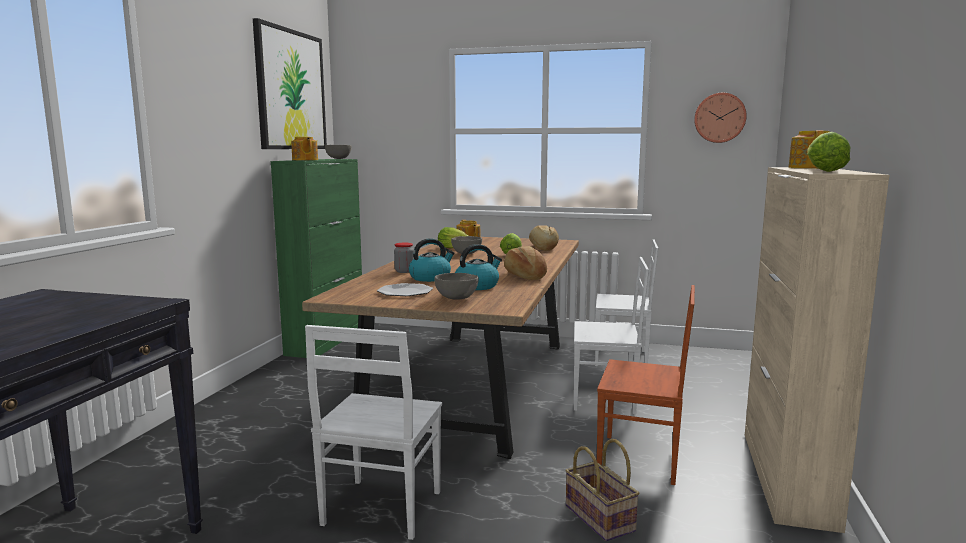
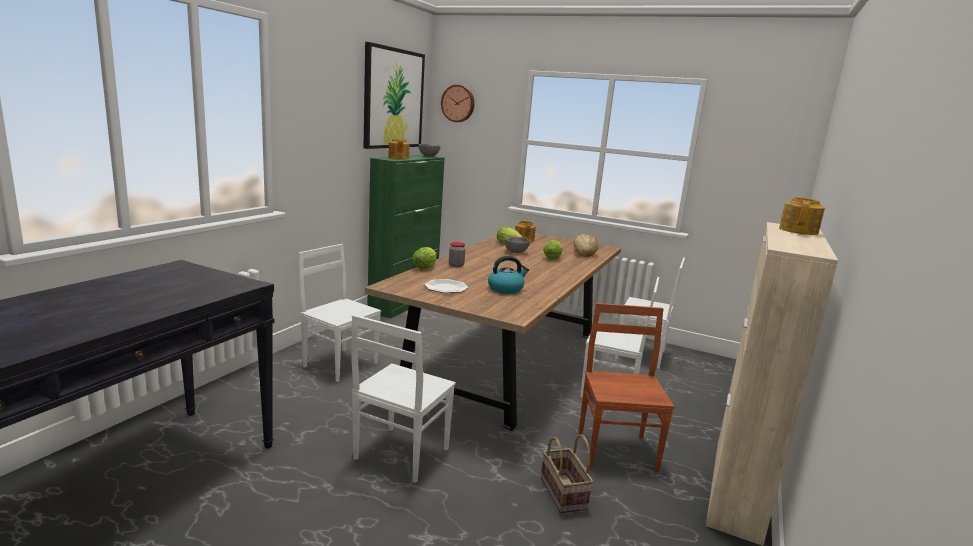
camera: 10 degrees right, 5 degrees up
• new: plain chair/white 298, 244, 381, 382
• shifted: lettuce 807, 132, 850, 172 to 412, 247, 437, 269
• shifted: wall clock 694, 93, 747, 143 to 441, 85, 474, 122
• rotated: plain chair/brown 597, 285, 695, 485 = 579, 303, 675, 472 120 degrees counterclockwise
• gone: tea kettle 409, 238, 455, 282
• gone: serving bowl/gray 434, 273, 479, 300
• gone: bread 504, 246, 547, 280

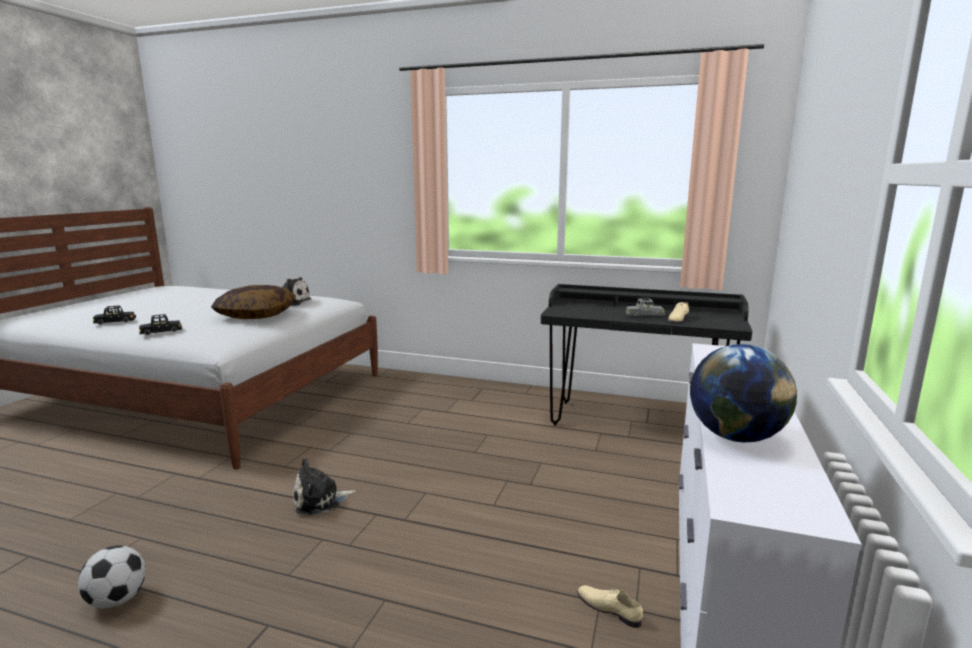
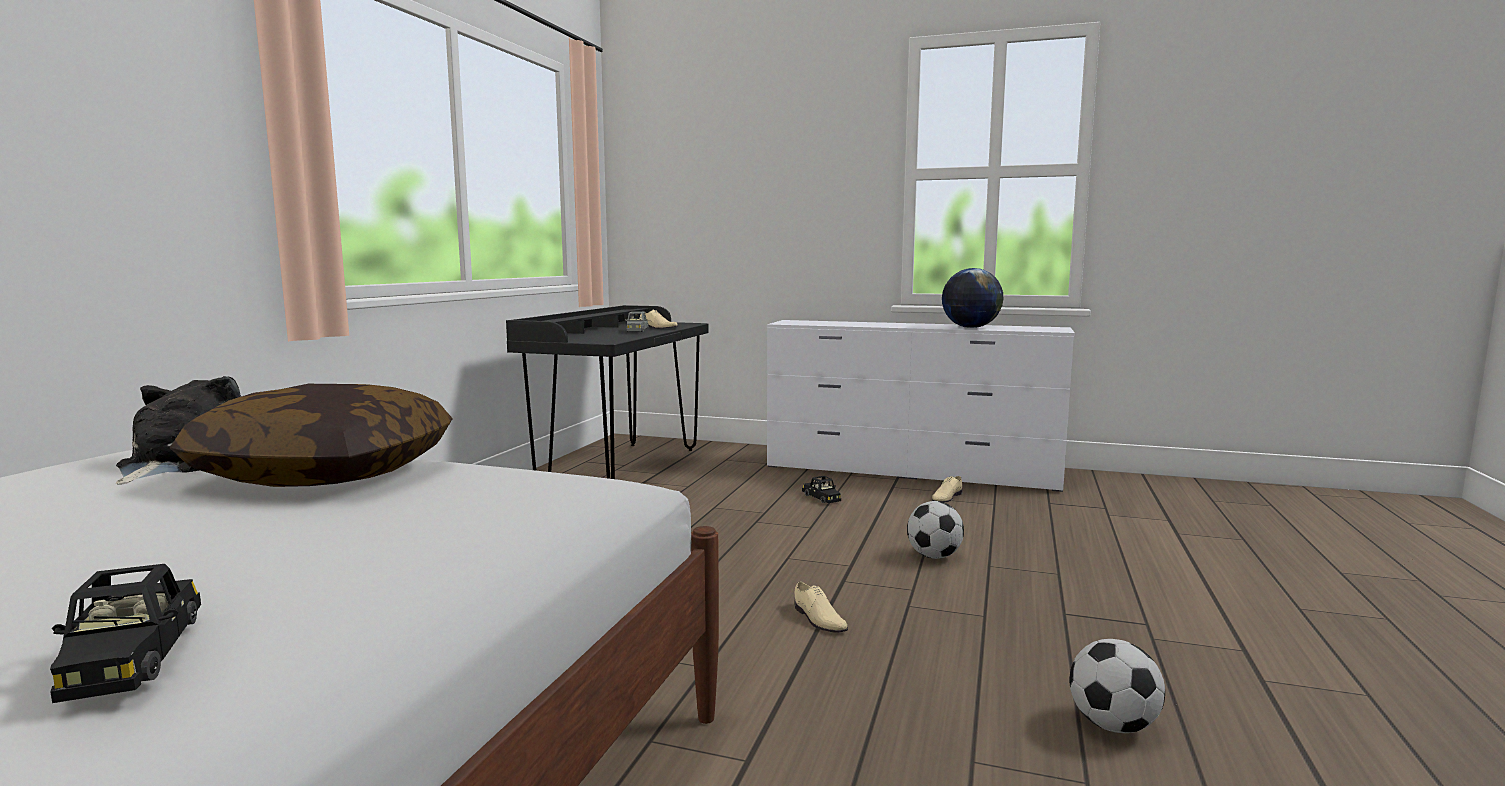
camera: 90 degrees left, 5 degrees down
• swapped: soft toy 293, 458, 356, 516 to low shoe/sand-coloured 795, 582, 848, 633
• shifted: miniature car/black 139, 314, 182, 335 to 802, 476, 841, 503
• new: football 907, 501, 964, 559

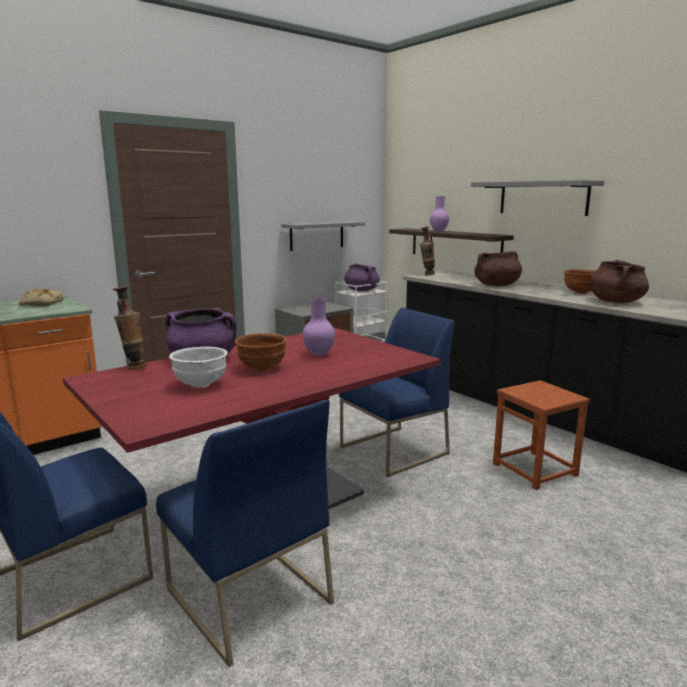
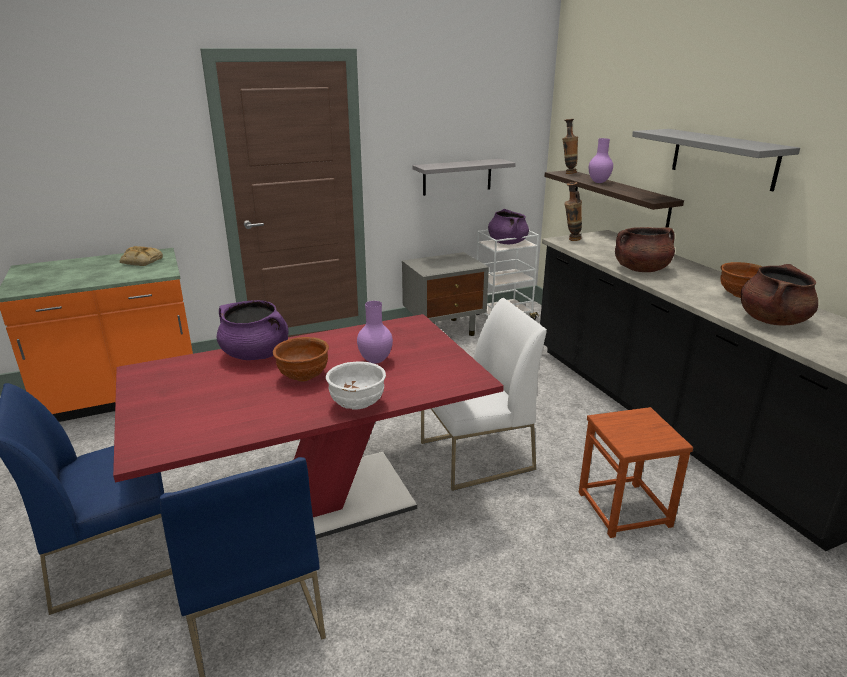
camera: 15 degrees right, 10 degrees up
• shifted: serving bowl/white 169, 347, 228, 388 to 326, 362, 386, 410
• repainted: plain chair/bluish 339, 308, 455, 477 to plain chair/white 421, 298, 547, 491
• shifted: vase 113, 287, 147, 370 to 562, 119, 578, 174

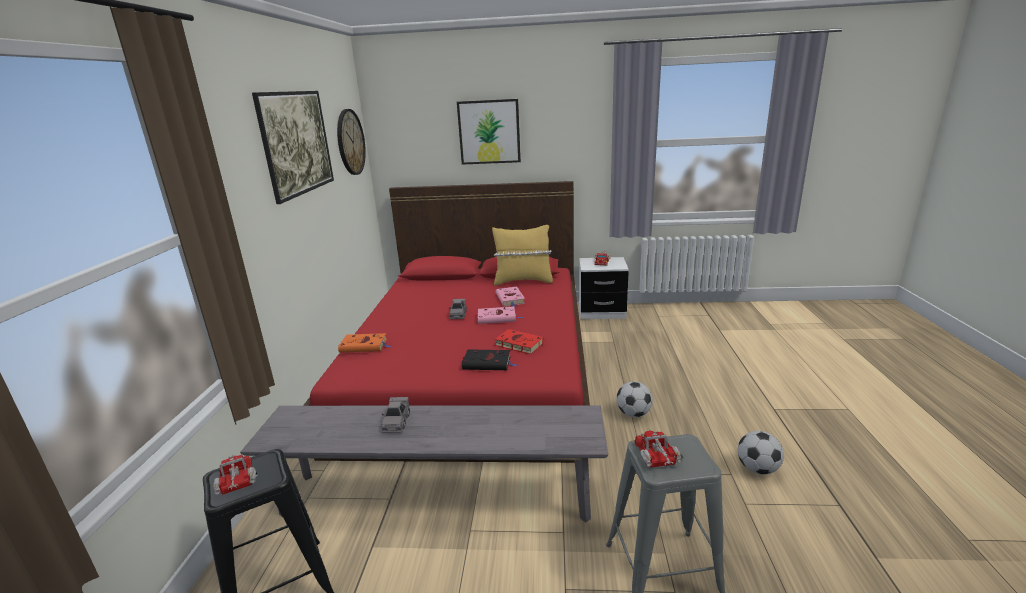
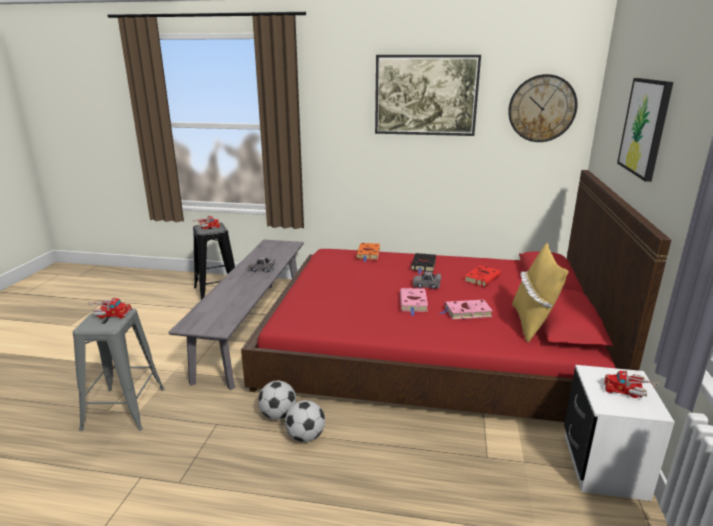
camera: 95 degrees right, 0 degrees up
• shifted: football 738, 431, 784, 475 to 258, 381, 296, 419
• shifted: book/black 462, 350, 518, 370 to 411, 253, 436, 274
• shifted: book/reddish 495, 329, 544, 354 to 464, 265, 501, 287

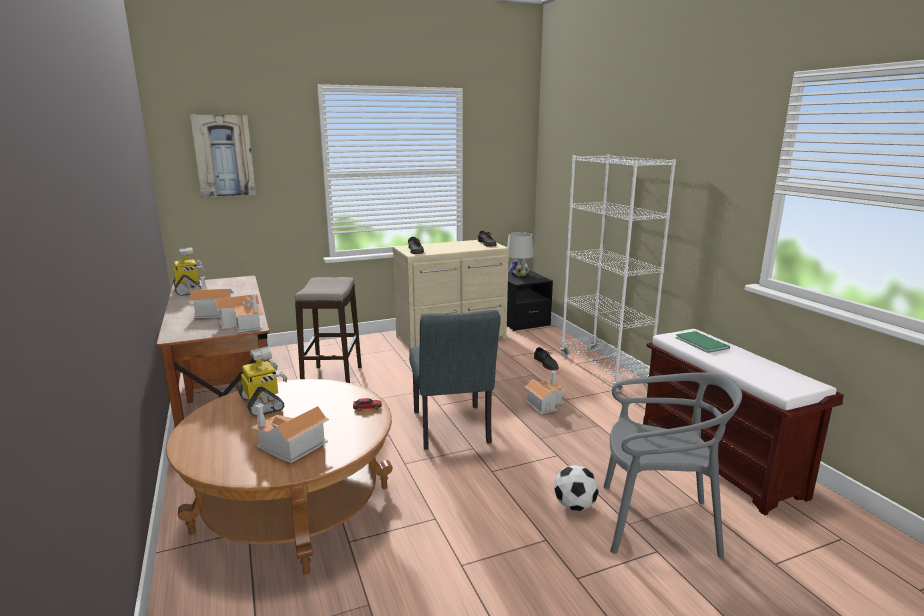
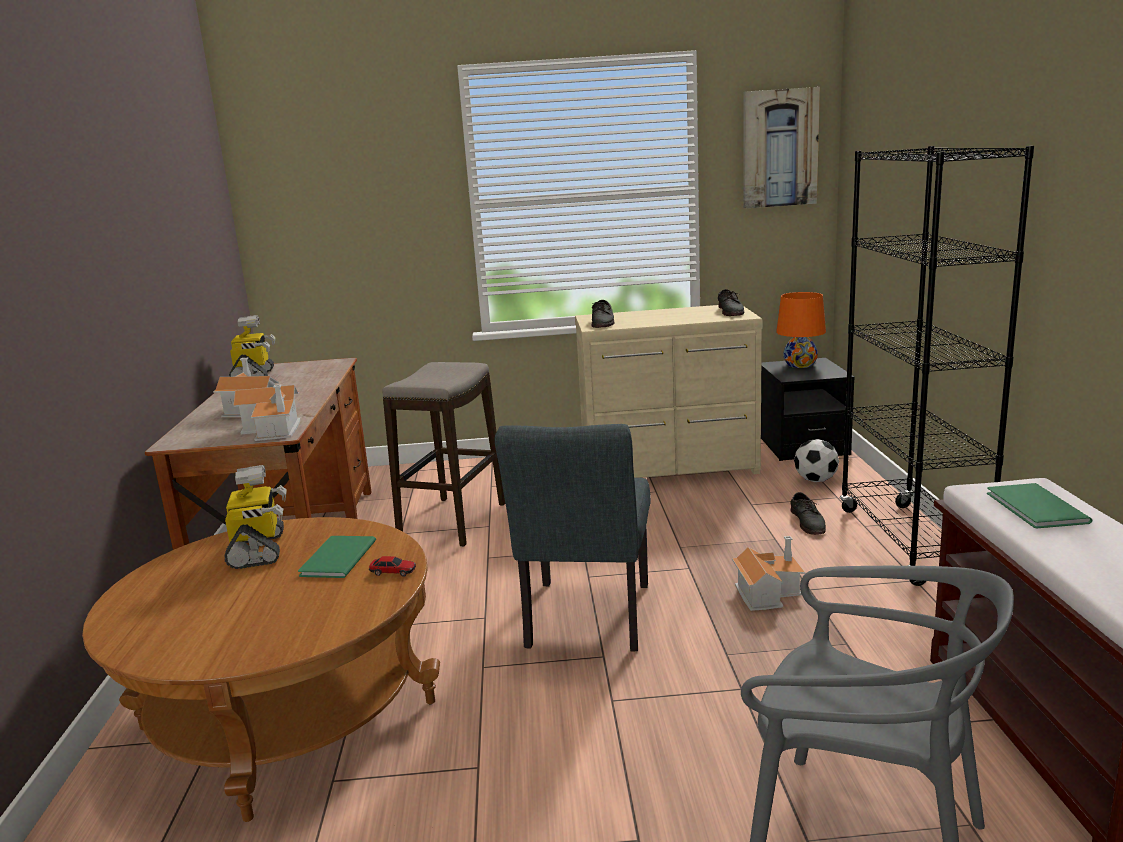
camera: 20 degrees right, 0 degrees up
• new: book/greenish 298, 536, 376, 578
• shifted: wall art 190, 115, 256, 197 to 743, 87, 820, 209
• repainted: lamp for a table/white 507, 232, 534, 277 to lamp for a table/orangey 776, 292, 826, 368
• shifted: football 554, 465, 599, 511 to 794, 439, 839, 482
• repainted: bookshelf/white 560, 155, 676, 392 to bookshelf/black 840, 146, 1034, 586
• gone: toy house 251, 404, 329, 463

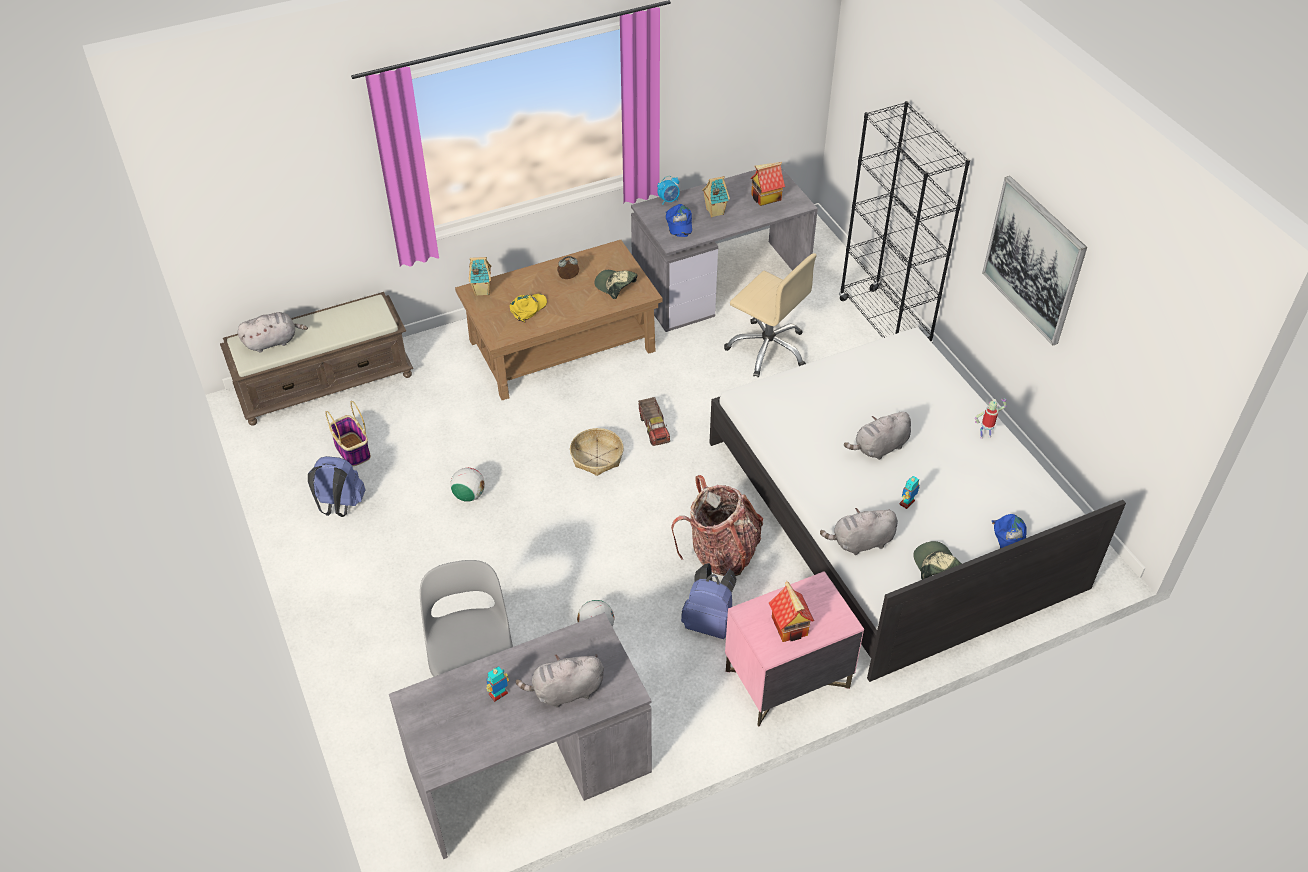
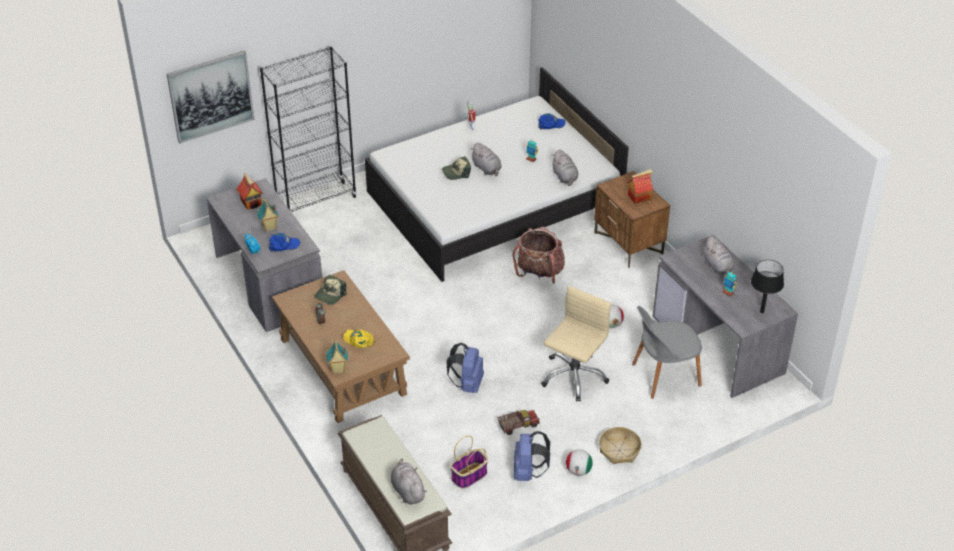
camera: 95 degrees left, 5 degrees down
• shifted: wall art 982, 176, 1087, 345 to 167, 51, 255, 143
• shifted: cap 913, 541, 962, 580 to 442, 156, 471, 180
• shifted: backpack/bluish 681, 563, 736, 639 to 447, 343, 484, 393
• shifted: toy truck 638, 397, 670, 446 to 498, 410, 540, 435
• shifted: computer chair/sand-coloured 724, 253, 817, 378 to 541, 286, 611, 402
• shifted: football 451, 468, 485, 502 to 566, 449, 593, 476
• repainted: night table/pink 725, 571, 864, 727 to night table/brown 594, 171, 670, 268
• shifted: basket 570, 428, 624, 476 to 599, 427, 642, 464
• new: lamp for a table/black 751, 260, 784, 313

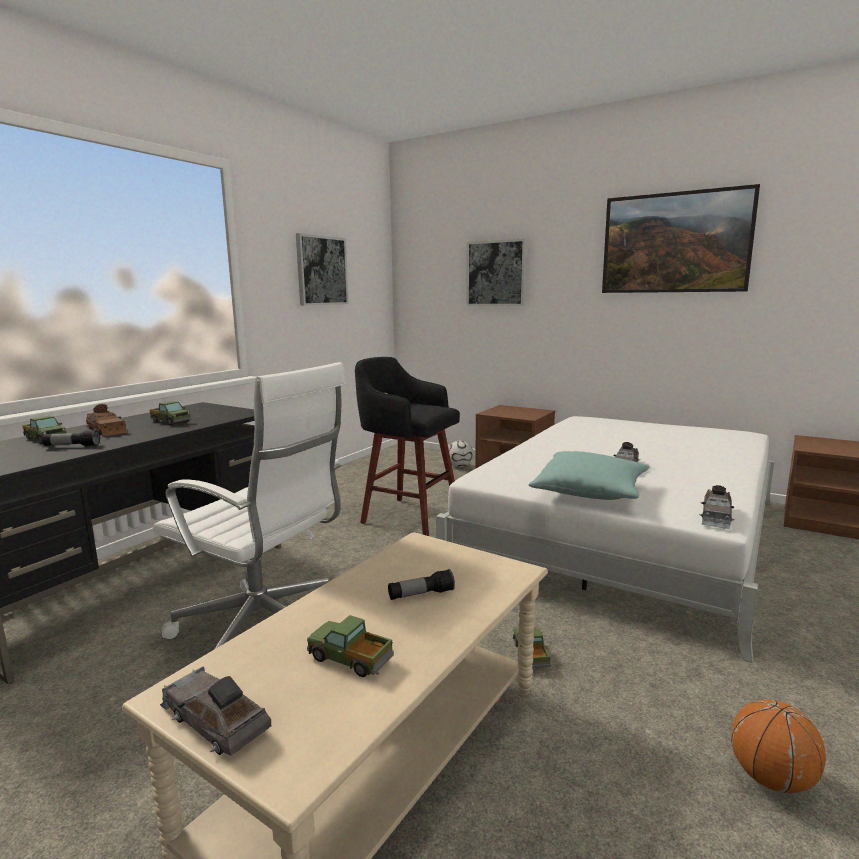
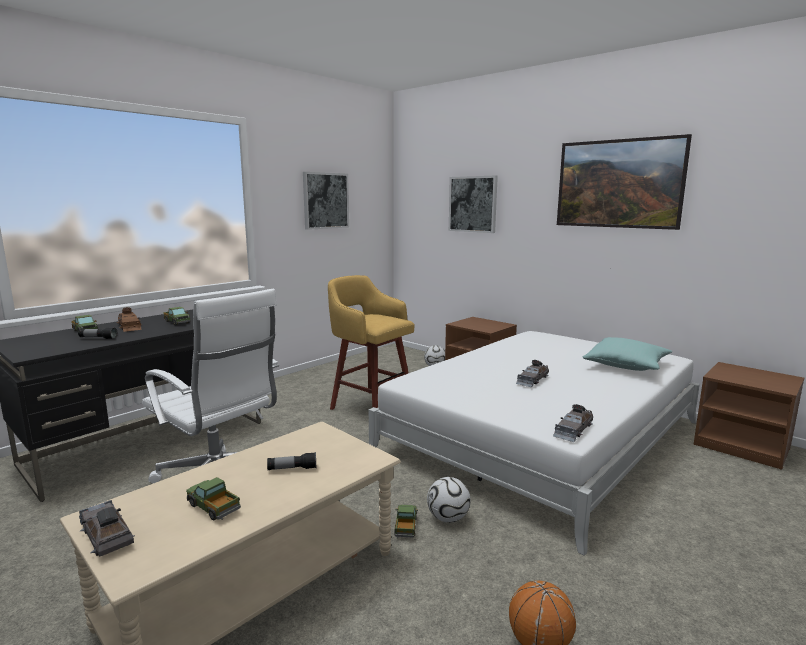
camera: 10 degrees right, 0 degrees up
• repainted: stool seat/black 355, 357, 460, 536 to stool seat/yellowish 328, 275, 414, 410
• new: football 427, 477, 471, 523
• shifted: cushion/turquoise-coloured 529, 451, 650, 500 to 583, 337, 672, 371

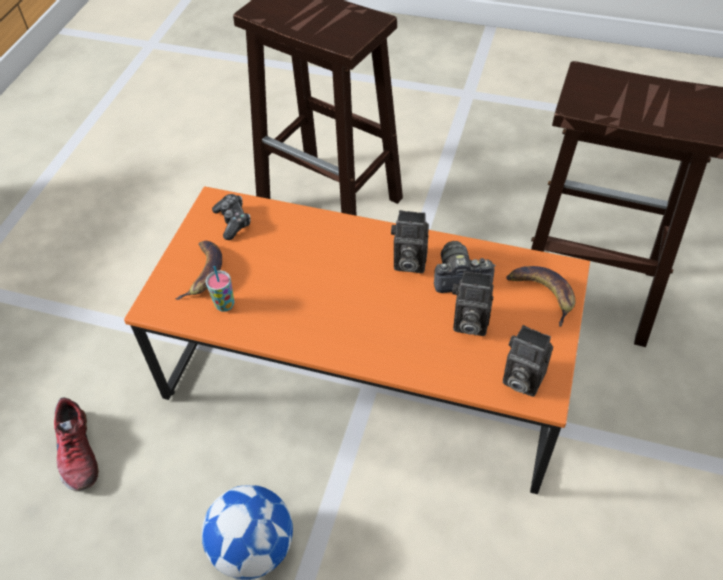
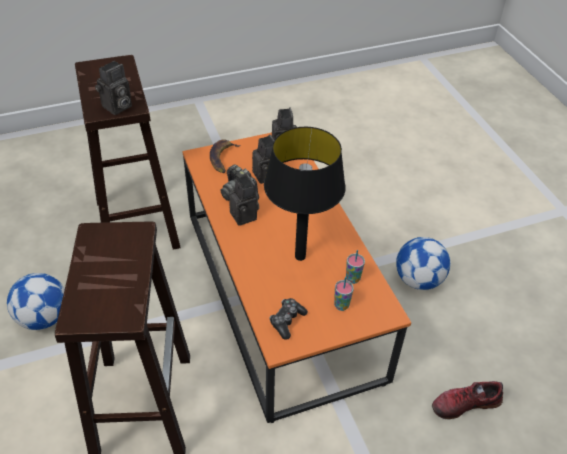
camera: 130 degrees left, 5 degrees down
• new: football 7, 273, 65, 330
• new: still camera 95, 61, 132, 115
• new: lamp for a table/black 264, 127, 346, 261
• swapped: banana 175, 241, 222, 300 to small cup 334, 277, 354, 311
• rotated: low shoe 54, 398, 99, 491 = 432, 381, 503, 419 135 degrees counterclockwise

